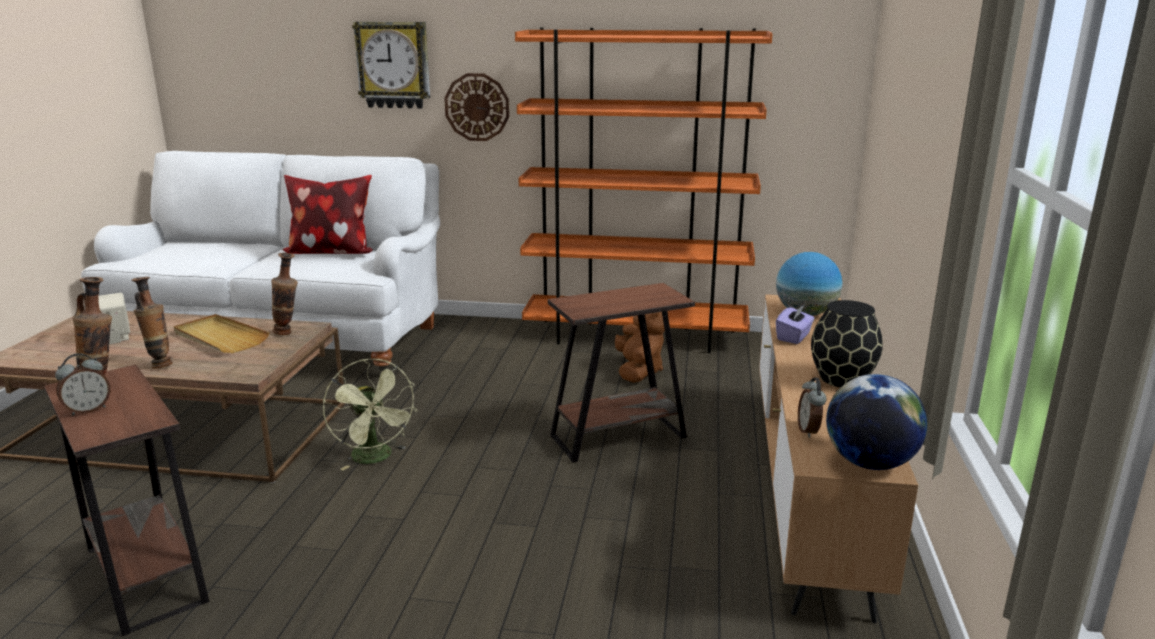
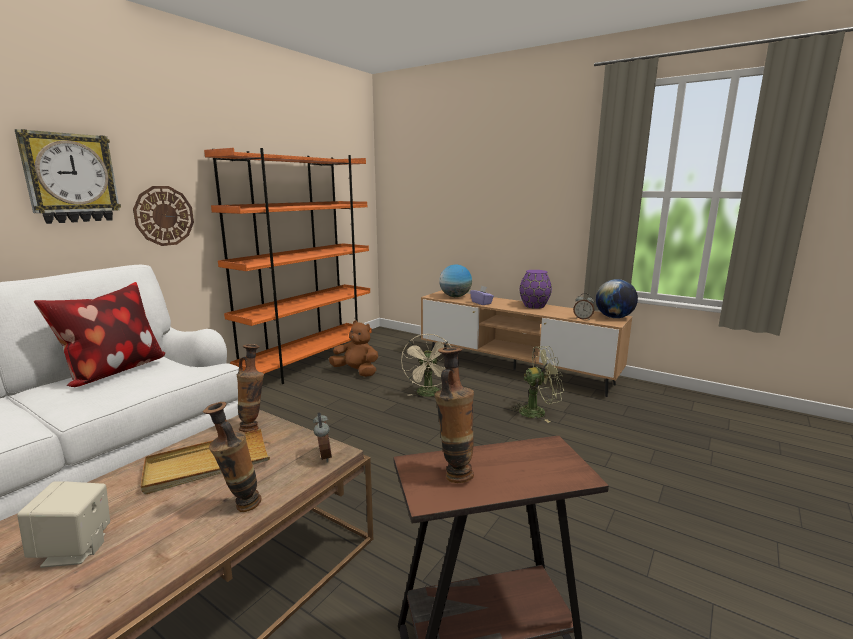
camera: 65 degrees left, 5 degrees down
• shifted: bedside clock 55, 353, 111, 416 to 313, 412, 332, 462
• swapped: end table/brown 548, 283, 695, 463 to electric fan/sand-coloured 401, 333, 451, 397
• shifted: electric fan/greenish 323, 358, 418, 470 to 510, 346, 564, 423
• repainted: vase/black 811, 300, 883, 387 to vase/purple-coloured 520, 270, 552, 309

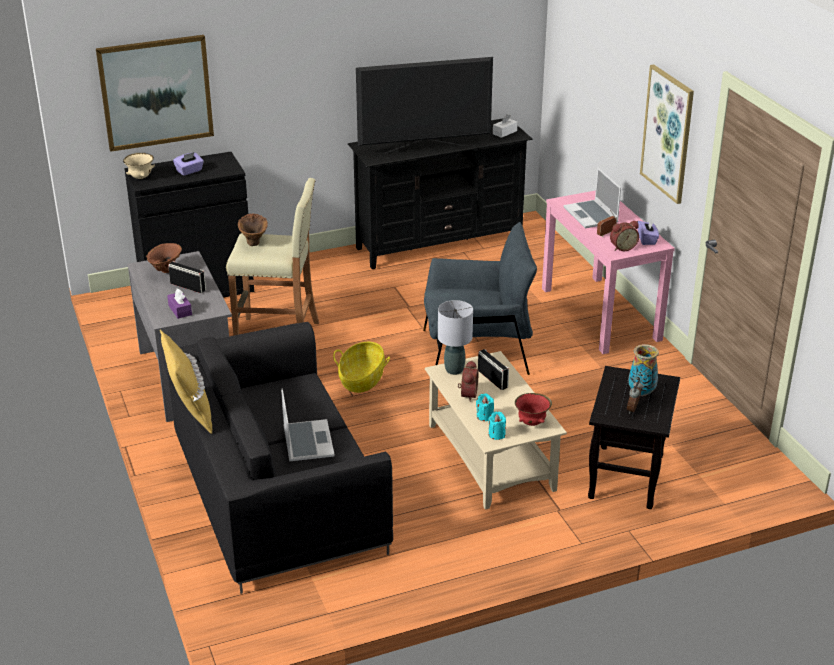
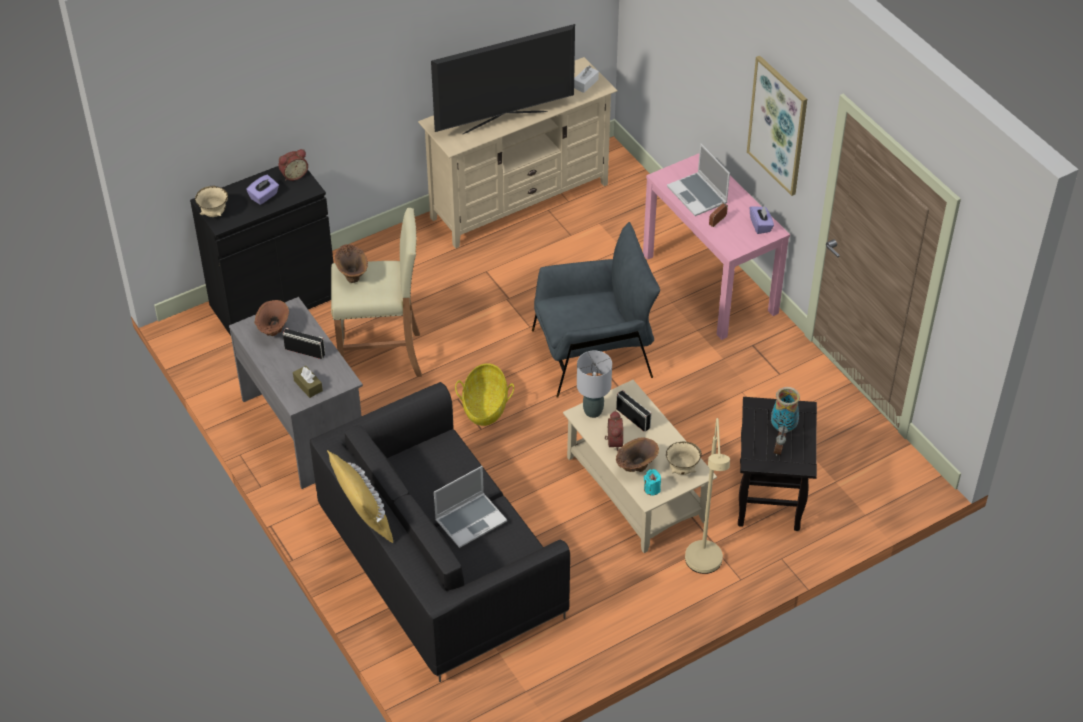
camera: 10 degrees left, 15 degrees up
• shifted: bedside clock 610, 221, 639, 251 to 278, 149, 308, 181
• repainted: box of tissues/purple-coloured 167, 289, 192, 319 to box of tissues/brown 293, 366, 323, 398
• repainted: media console/black 348, 118, 533, 269 to media console/sand-coloured 418, 57, 618, 248
• rotated: laptop 281, 388, 335, 461 = 434, 466, 507, 548 75 degrees clockwise
• swapped: wax candle/turquoise-coloured 476, 394, 494, 421 to vase/brown 616, 437, 659, 472
• repainted: serving bowl/reddish 515, 393, 552, 426 to serving bowl/sand-coloured 666, 442, 702, 475
• new: standing lamp/sand-coloured 685, 418, 730, 574
• gone: wall art 96, 35, 214, 152

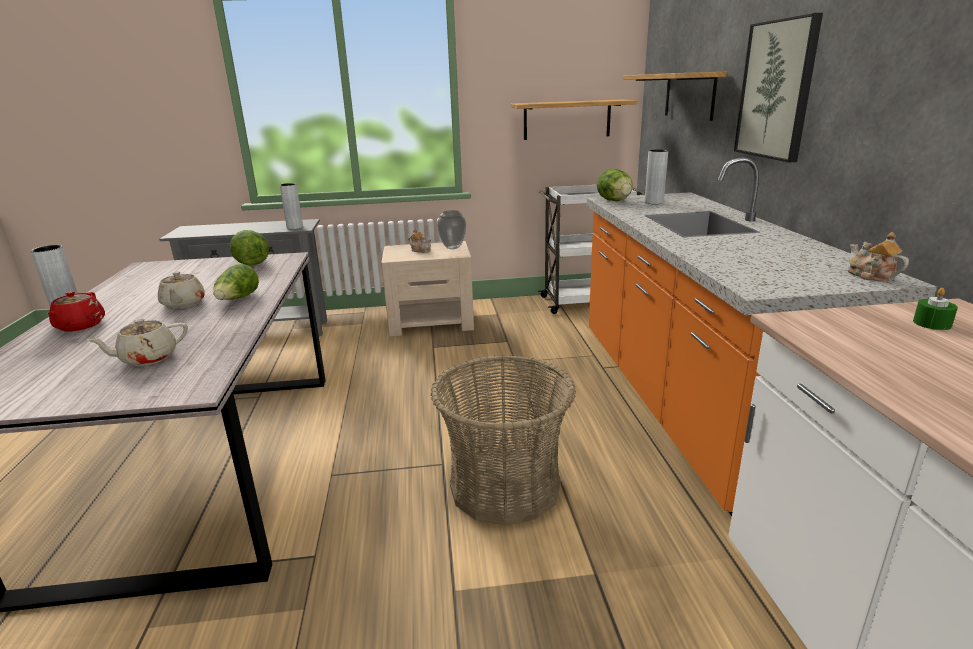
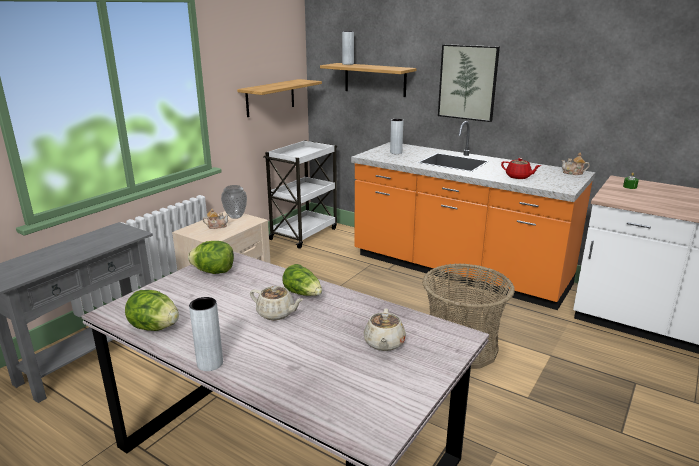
camera: 50 degrees left, 0 degrees up
• shifted: lettuce 597, 169, 633, 201 to 125, 290, 179, 331
• shifted: vase/gray 280, 183, 303, 229 to 342, 31, 354, 65
• shifted: tea pot/reddish 47, 291, 105, 332 to 501, 158, 541, 179

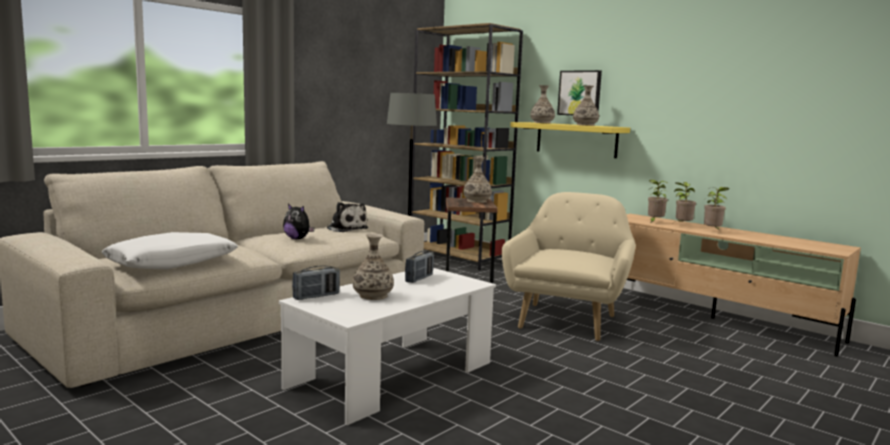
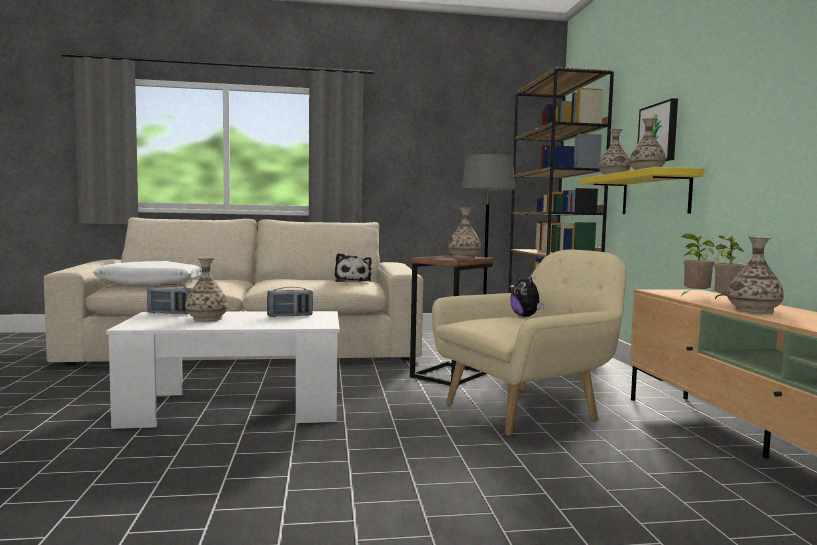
camera: 40 degrees right, 5 degrees down
• shifted: soft toy 283, 204, 315, 239 to 510, 275, 544, 317
• swapped: houseplant 704, 187, 730, 231 to vase 727, 236, 784, 313

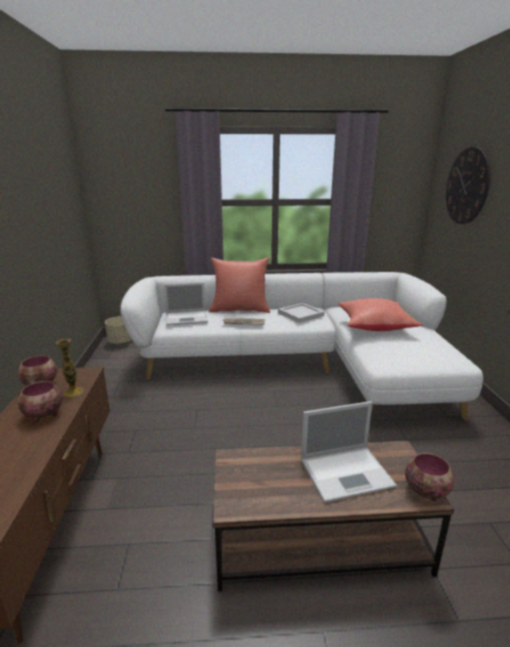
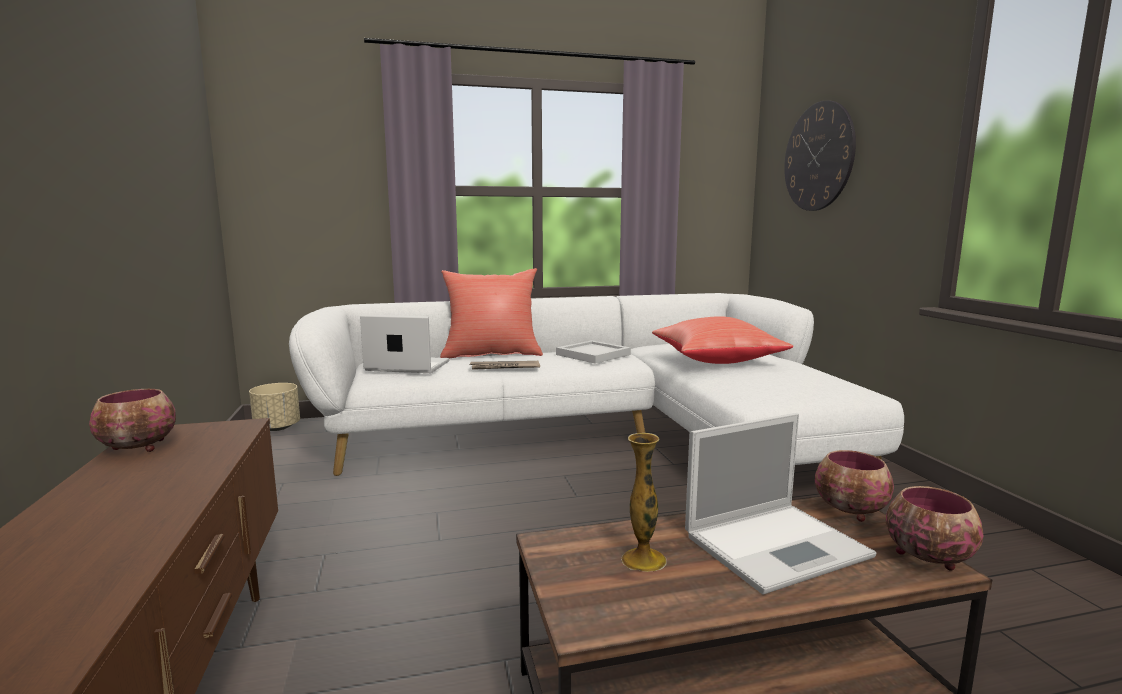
camera: 10 degrees left, 10 degrees down
• rotated: laptop 164, 283, 208, 326 = 360, 315, 449, 373 150 degrees counterclockwise
• shifted: vase 56, 339, 84, 397 to 621, 433, 667, 572
• shifted: serving bowl 18, 381, 63, 422 to 815, 450, 894, 522

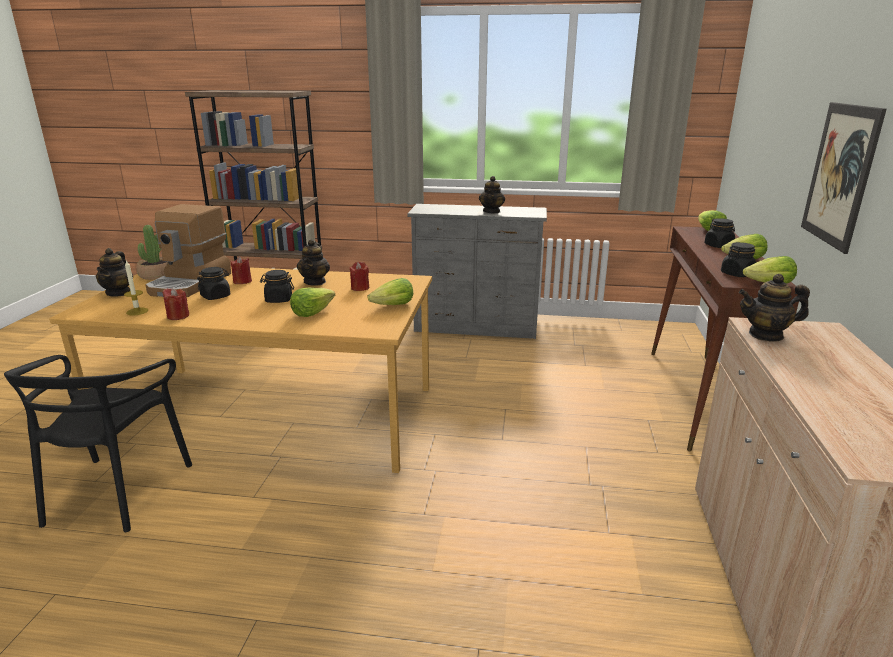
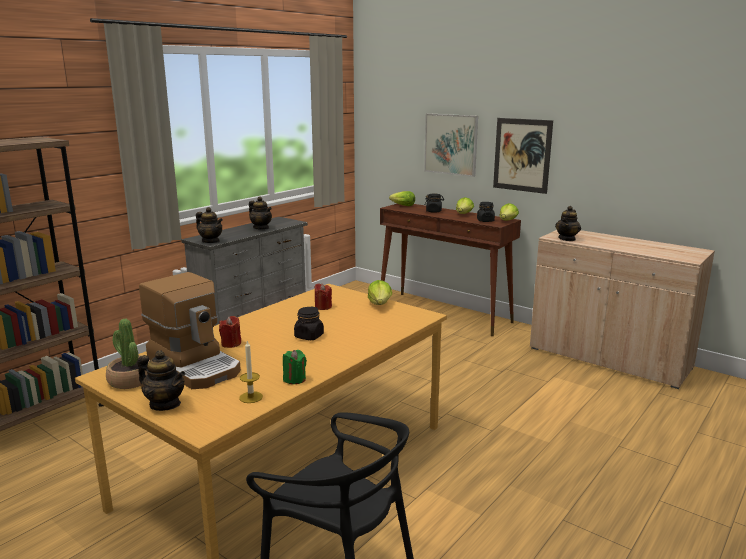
camera: 60 degrees left, 5 degrees down
• shifted: tea pot 297, 239, 330, 286 to 196, 207, 223, 243
• repainted: wax candle/reddish 163, 288, 189, 320 to wax candle/greenish 283, 350, 307, 384
• new: wall art 424, 113, 478, 177
• gone: preserve jar/black 197, 267, 231, 300
• gone: lettuce 290, 287, 335, 317

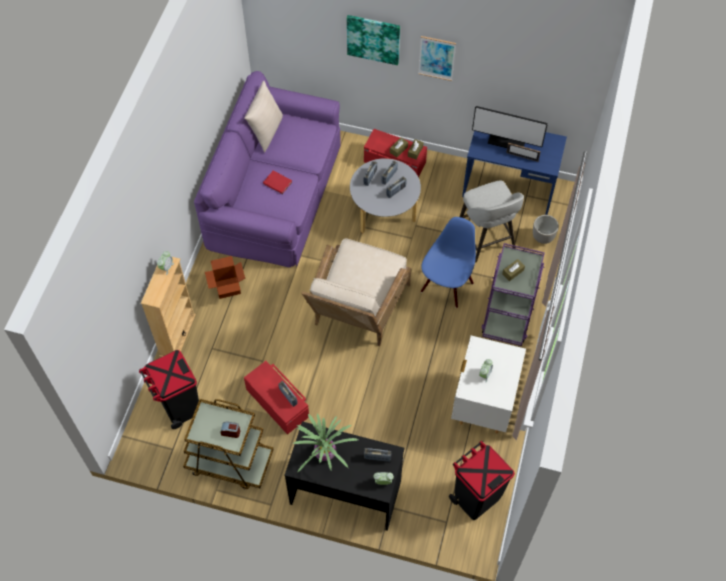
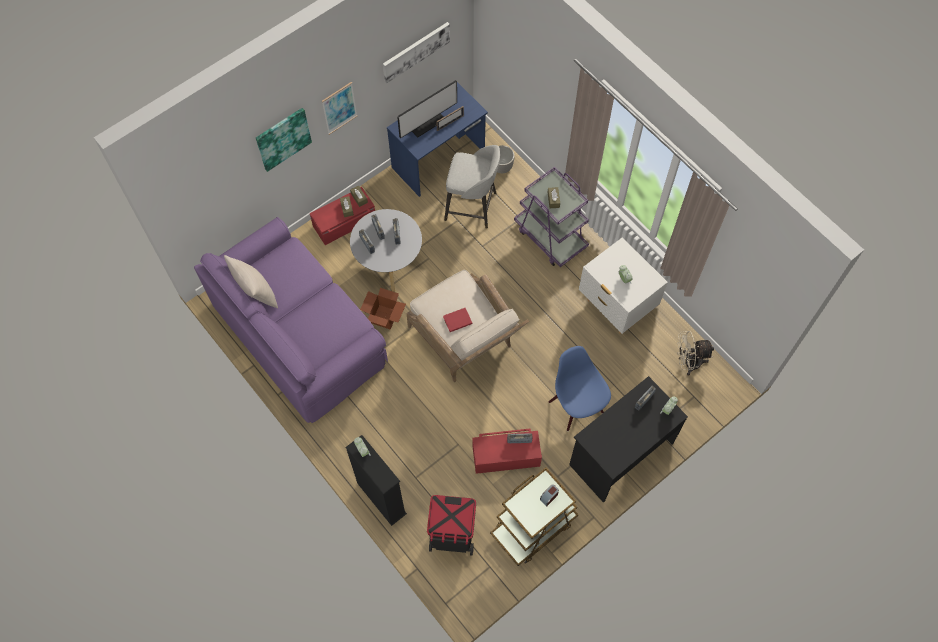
camera: 55 degrees left, 5 degrees up
• repainted: bookshelf/sand-coloured 141, 257, 196, 357 to bookshelf/black 345, 435, 407, 526
• shifted: packing box 205, 256, 245, 299 to 360, 288, 406, 330
• new: wall art 383, 22, 450, 83
• shifted: book/reddish 263, 171, 292, 194 to 443, 308, 472, 332
• shifted: plain chair/bluish 421, 217, 476, 308 to 549, 346, 611, 431
• swapped: waste bin/black 449, 441, 515, 520 to electric fan/sand-coloured 677, 331, 714, 376
• gone: houseplant 292, 413, 358, 473

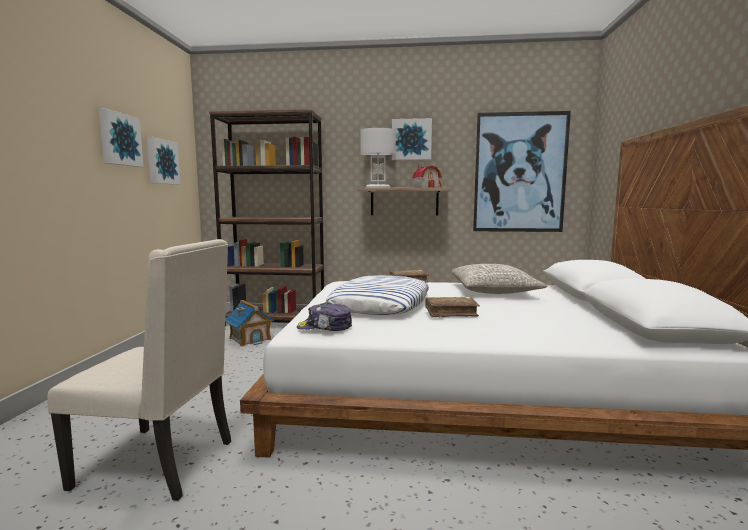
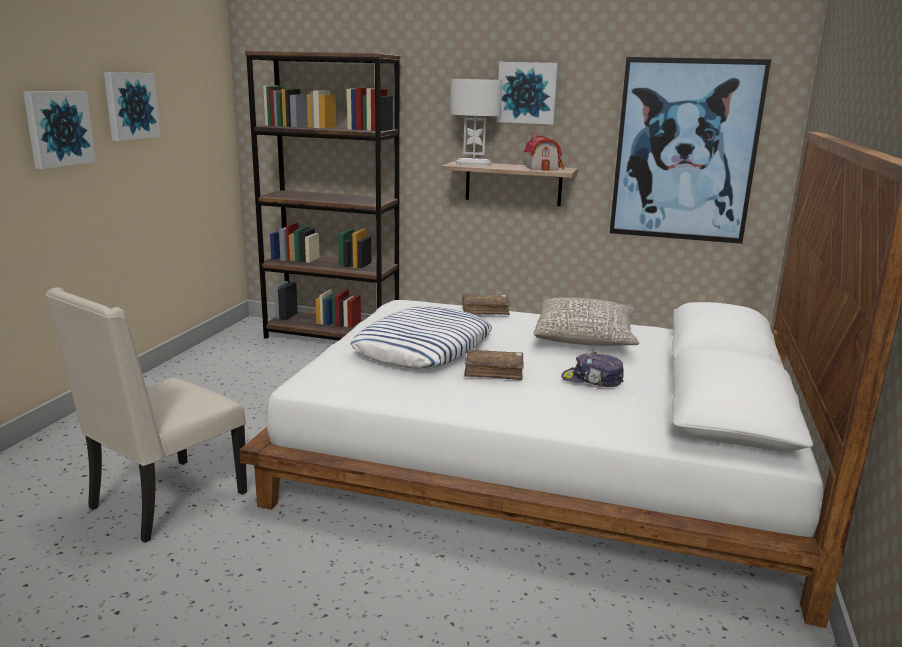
camera: 10 degrees right, 10 degrees up
• shifted: wall art 147, 137, 180, 185 to 23, 91, 96, 169
• rotated: plain chair/sand-coloured 47, 239, 231, 501 = 45, 287, 247, 543 105 degrees clockwise
• shifted: cap 297, 302, 352, 331 to 561, 352, 624, 387
• gone: toy house 225, 300, 275, 346

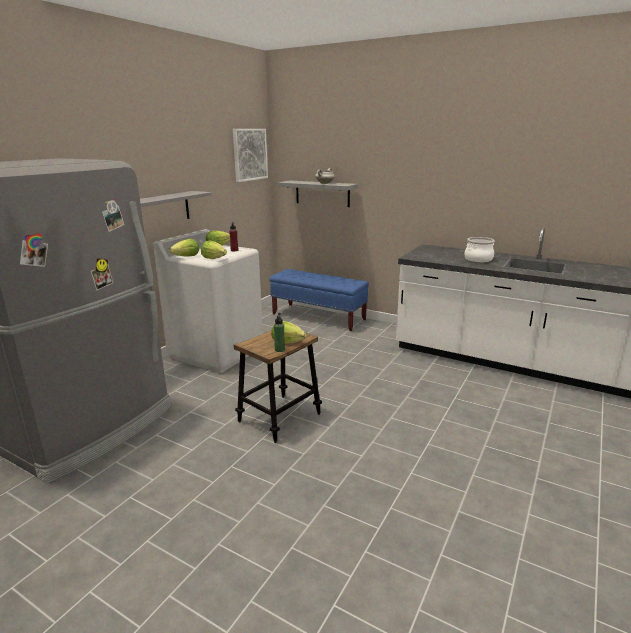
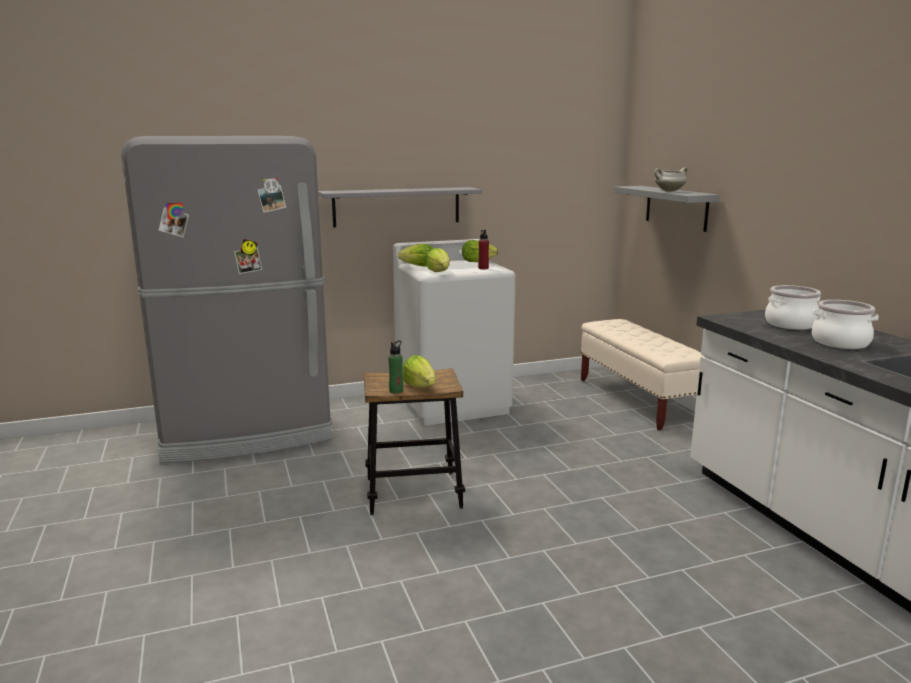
camera: 40 degrees right, 5 degrees down
• repainted: bench/bluish 270, 269, 369, 331 to bench/sand-coloured 581, 319, 704, 430
• new: cooking pot 765, 285, 821, 330
• gone: wall art 233, 129, 268, 182

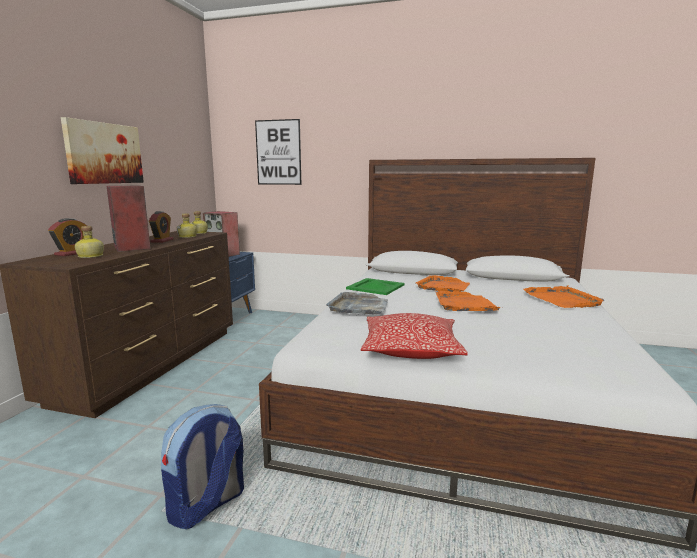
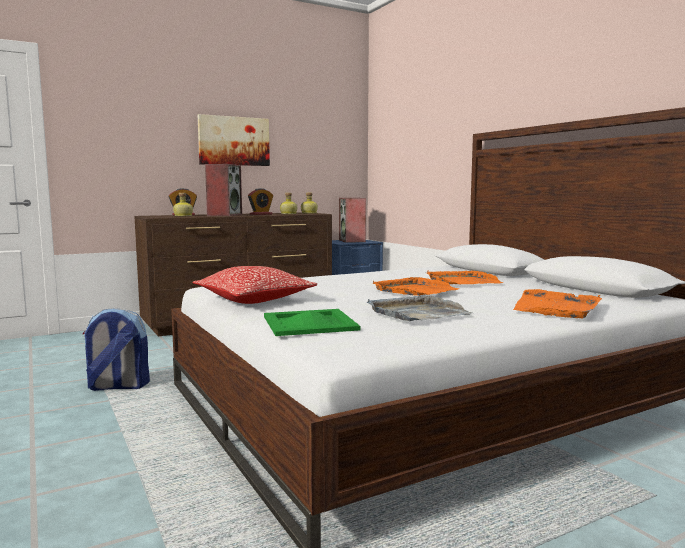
camera: 45 degrees right, 5 degrees down
• shifted: tray/greenish 346, 278, 405, 295 to 264, 309, 361, 336
• shifted: tray/gray 326, 292, 388, 314 to 367, 295, 473, 321
• gone: wall art 255, 119, 301, 185

